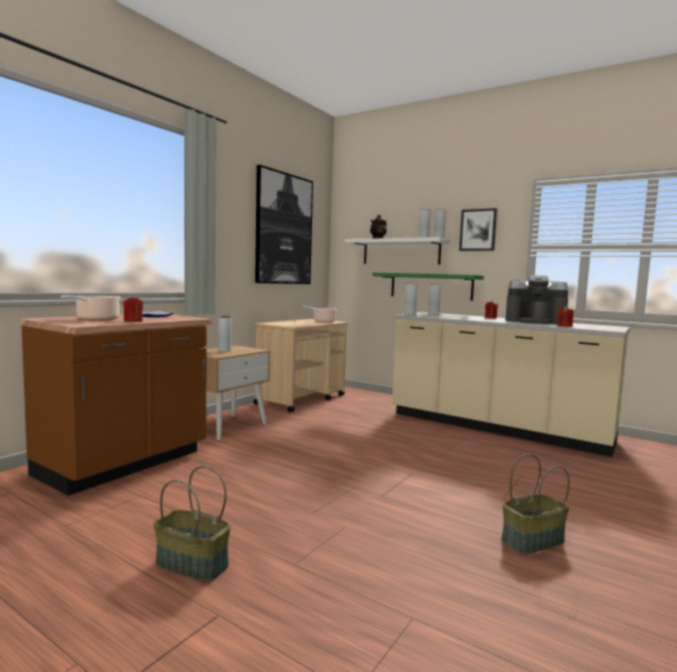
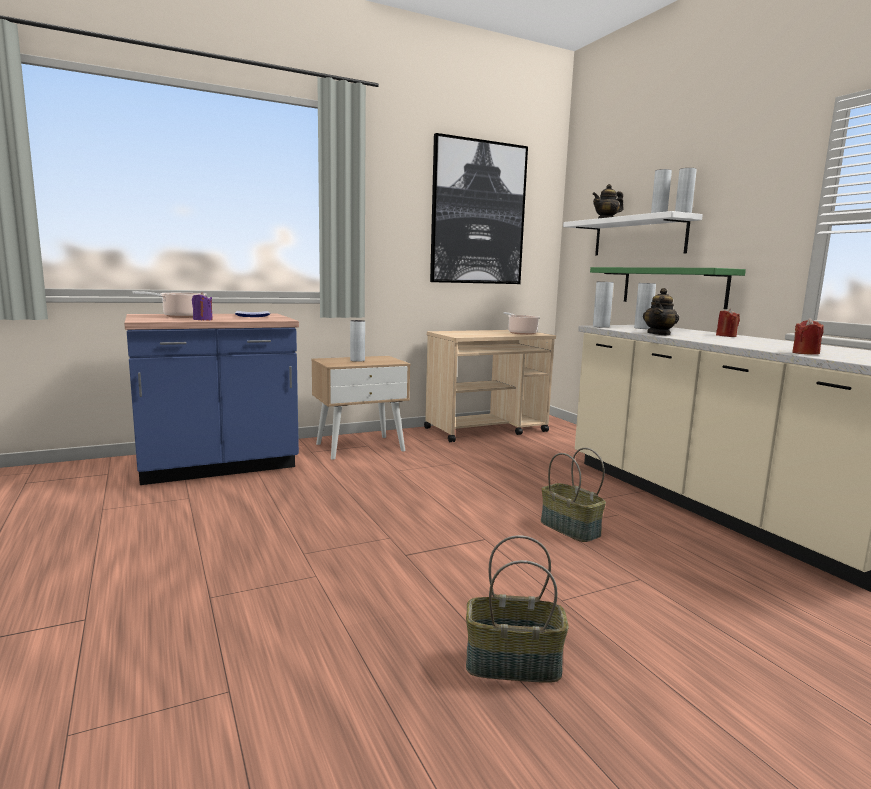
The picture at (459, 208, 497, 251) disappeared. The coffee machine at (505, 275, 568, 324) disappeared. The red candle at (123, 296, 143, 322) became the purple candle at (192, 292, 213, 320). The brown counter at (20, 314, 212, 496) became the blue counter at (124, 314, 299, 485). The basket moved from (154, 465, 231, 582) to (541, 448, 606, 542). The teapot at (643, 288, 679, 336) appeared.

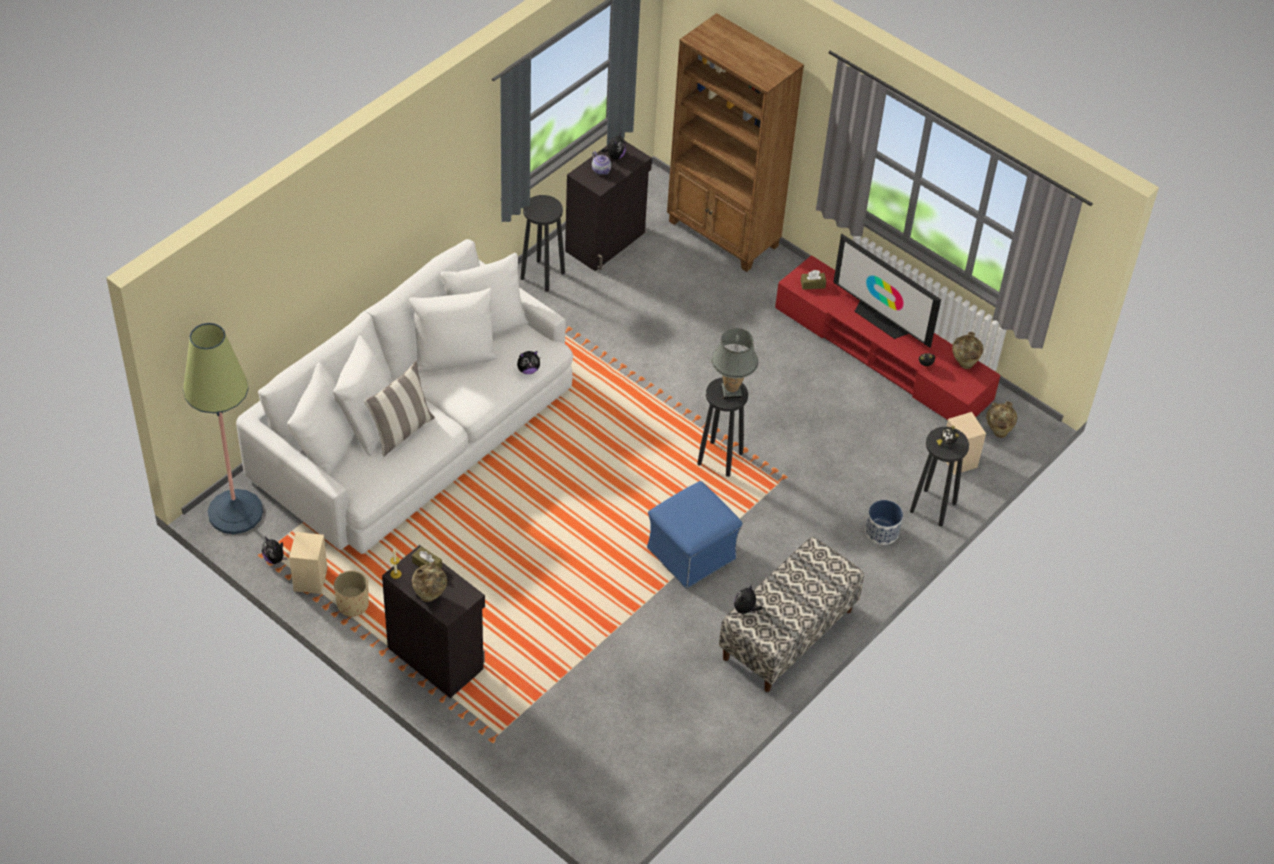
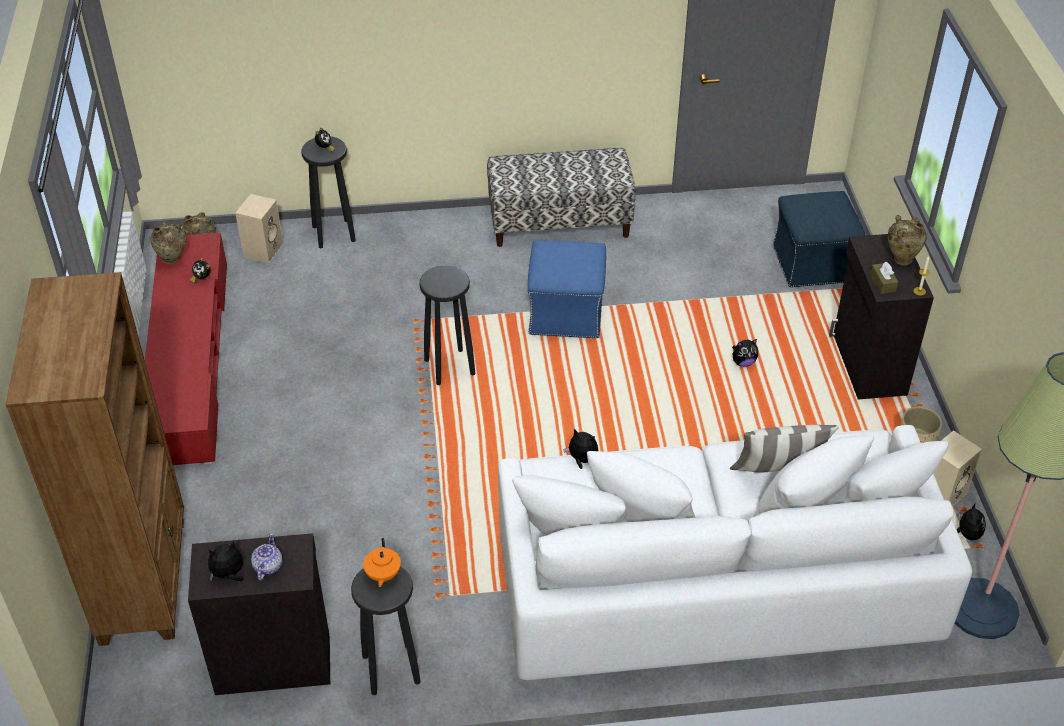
The television at (833, 234, 941, 348) disappeared. The brown tissue box at (801, 270, 826, 290) disappeared. The grey table lamp at (711, 328, 758, 399) disappeared. The planter at (865, 500, 903, 545) disappeared. The plush toy moved from (734, 585, 762, 617) to (732, 339, 758, 367). The blue ottoman at (773, 191, 865, 287) appeared. The orange teapot at (363, 538, 401, 587) appeared.

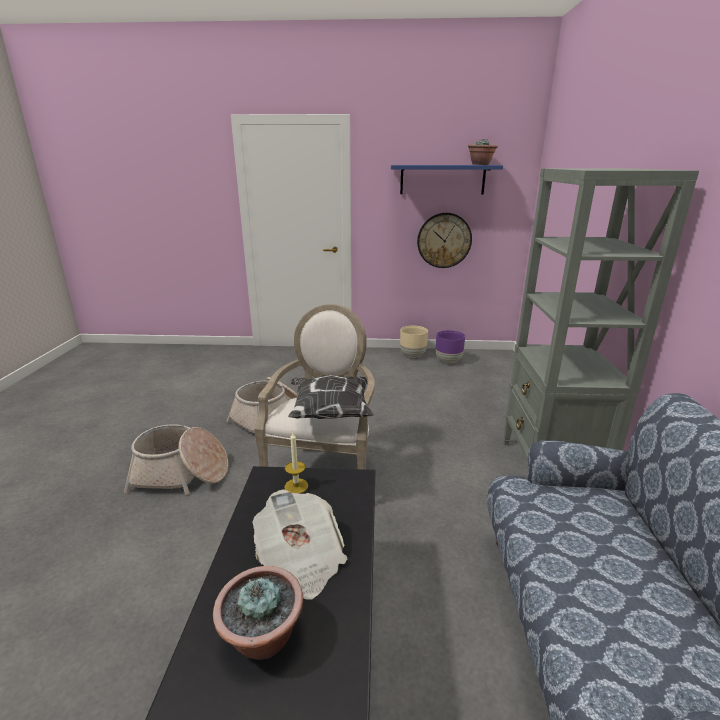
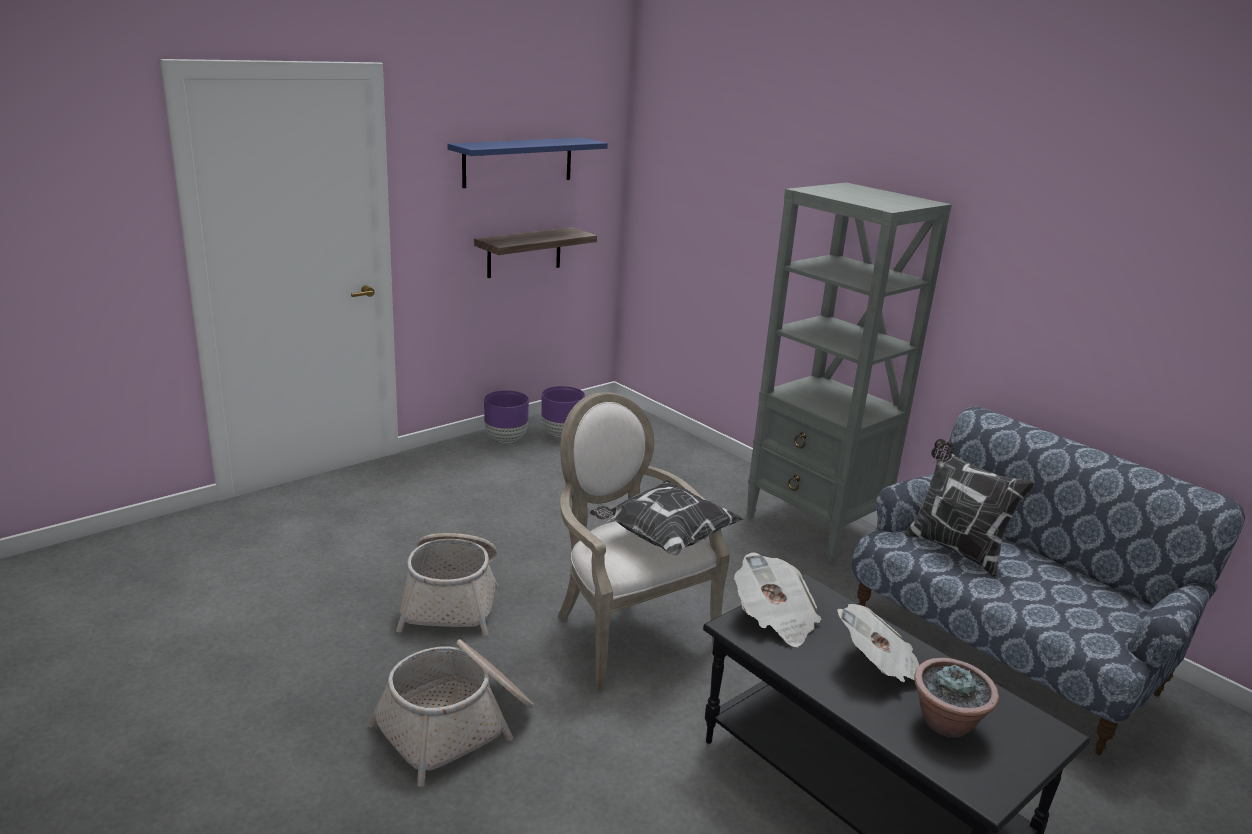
The potted plant at (468, 139, 498, 165) disappeared. The wall clock at (417, 213, 472, 268) was replaced by the shelf at (474, 227, 597, 278). The beige planter at (400, 326, 428, 358) became the purple planter at (484, 390, 529, 443). The candle at (284, 433, 308, 494) was replaced by the newspaper at (734, 552, 821, 647). The pillow at (905, 439, 1035, 578) appeared.

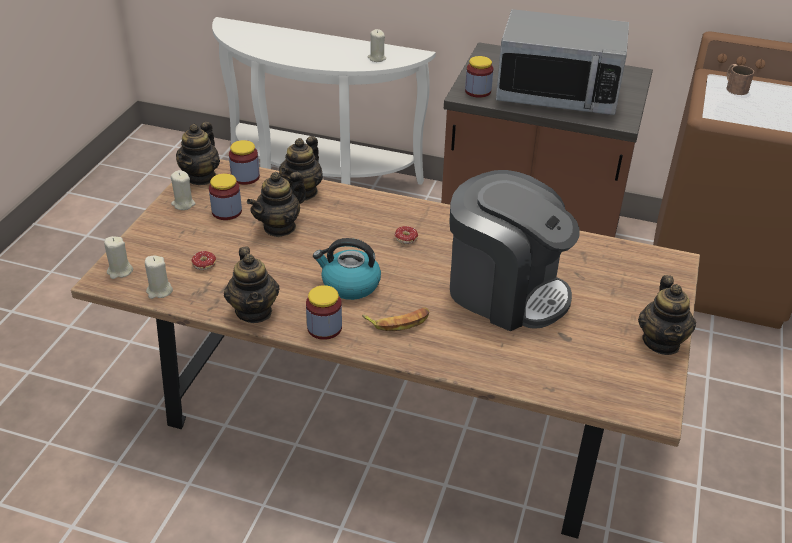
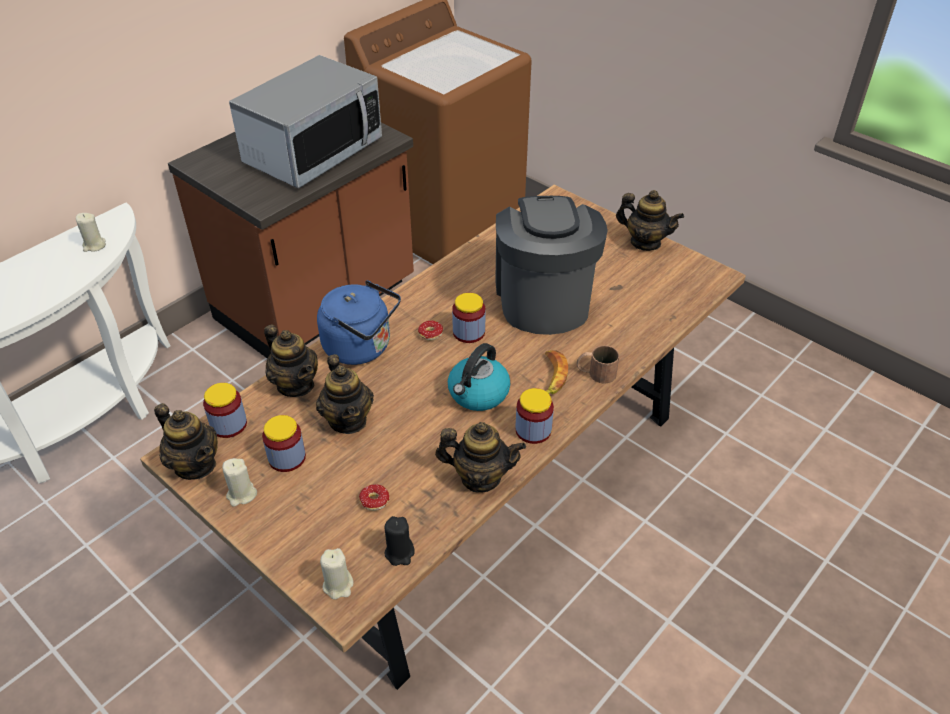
The jar moved from (465, 56, 493, 98) to (452, 293, 485, 343). The brown mug moved from (726, 64, 754, 95) to (577, 345, 619, 384). The coffee machine at (449, 170, 580, 331) turned 60 degrees counterclockwise. The beige candle at (145, 255, 173, 299) became the black candle at (384, 516, 415, 566). The blue kettle at (317, 280, 401, 365) appeared.

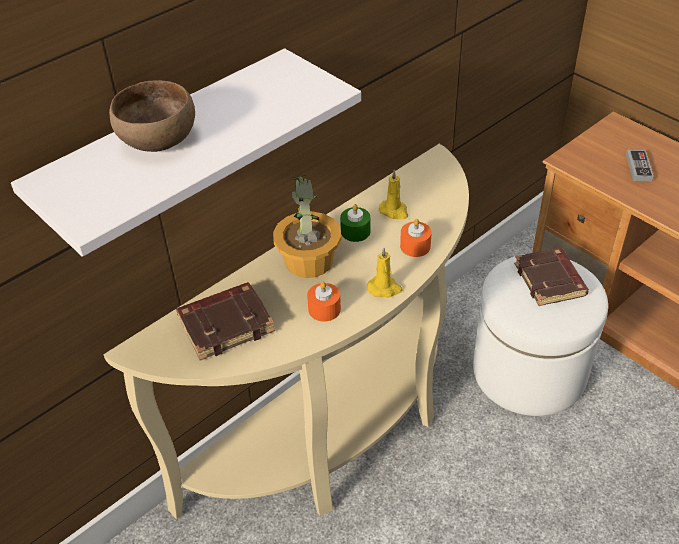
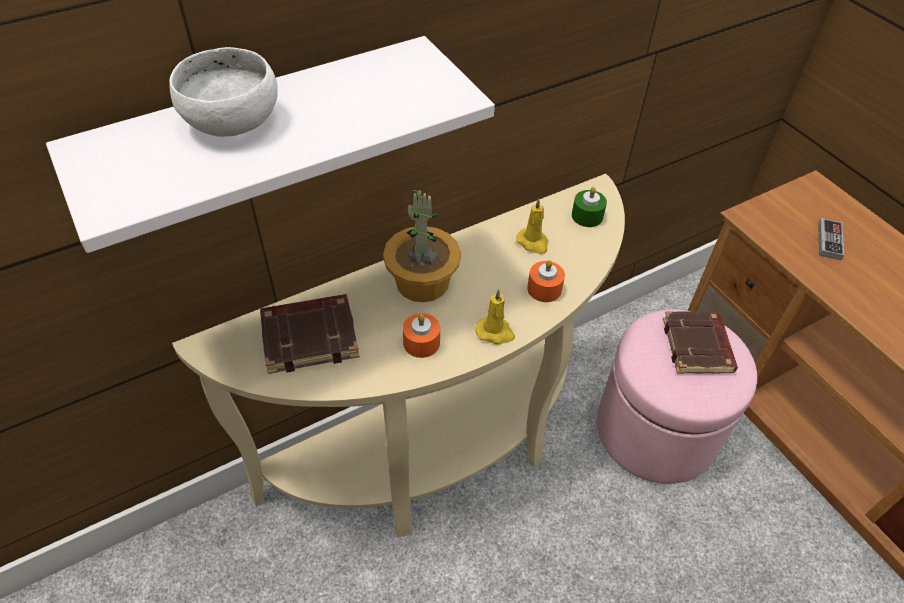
The brown bowl at (109, 81, 195, 152) became the white bowl at (169, 47, 278, 137). The green candle moved from (340, 204, 370, 242) to (572, 187, 607, 227). The white ottoman at (473, 254, 608, 416) became the pink ottoman at (597, 309, 757, 484).

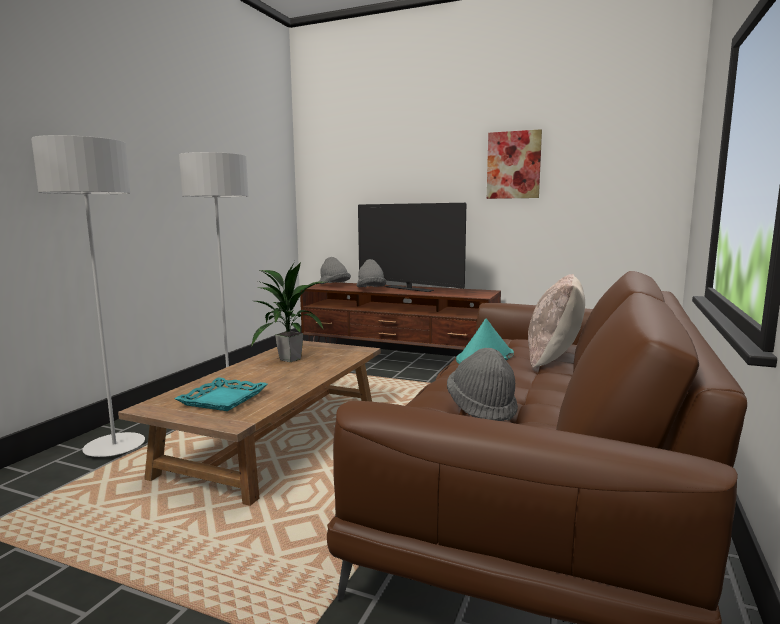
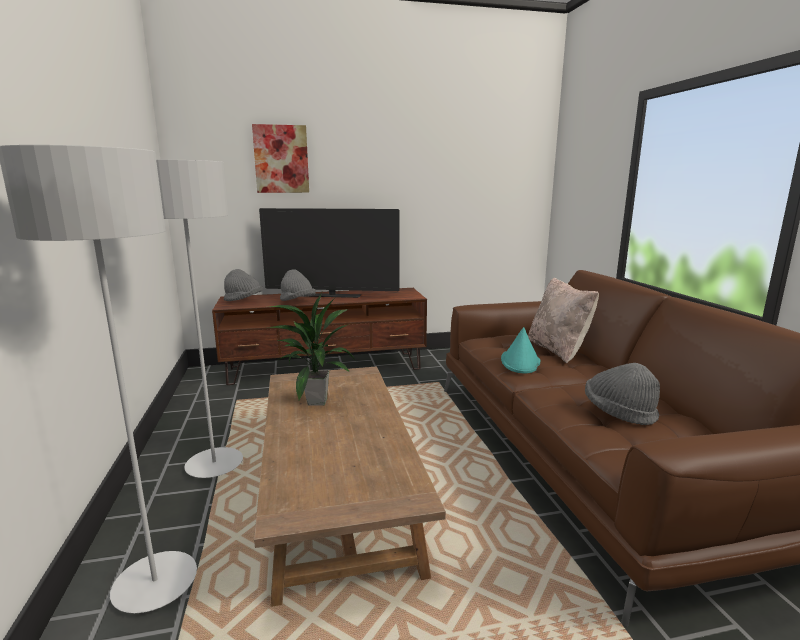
The picture moved from (487, 129, 542, 199) to (252, 124, 309, 193). The turquoise tray at (174, 377, 267, 411) disappeared.

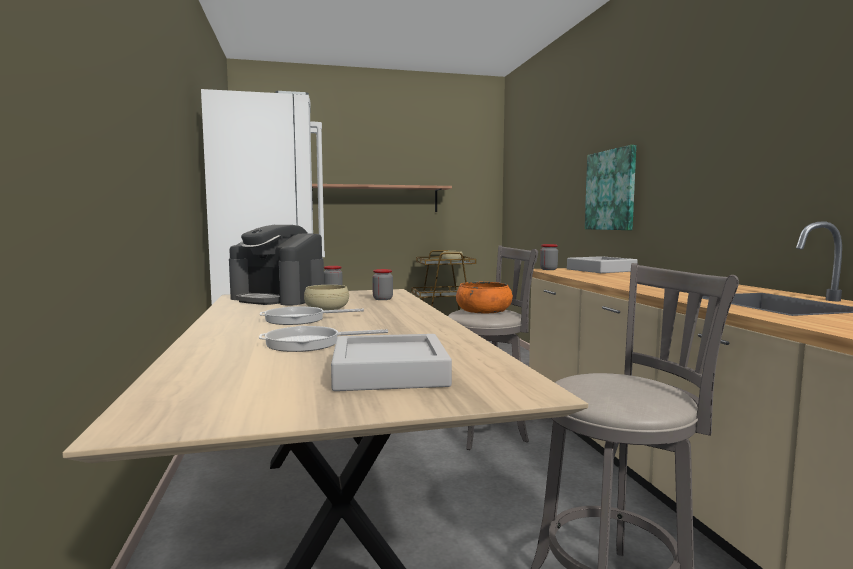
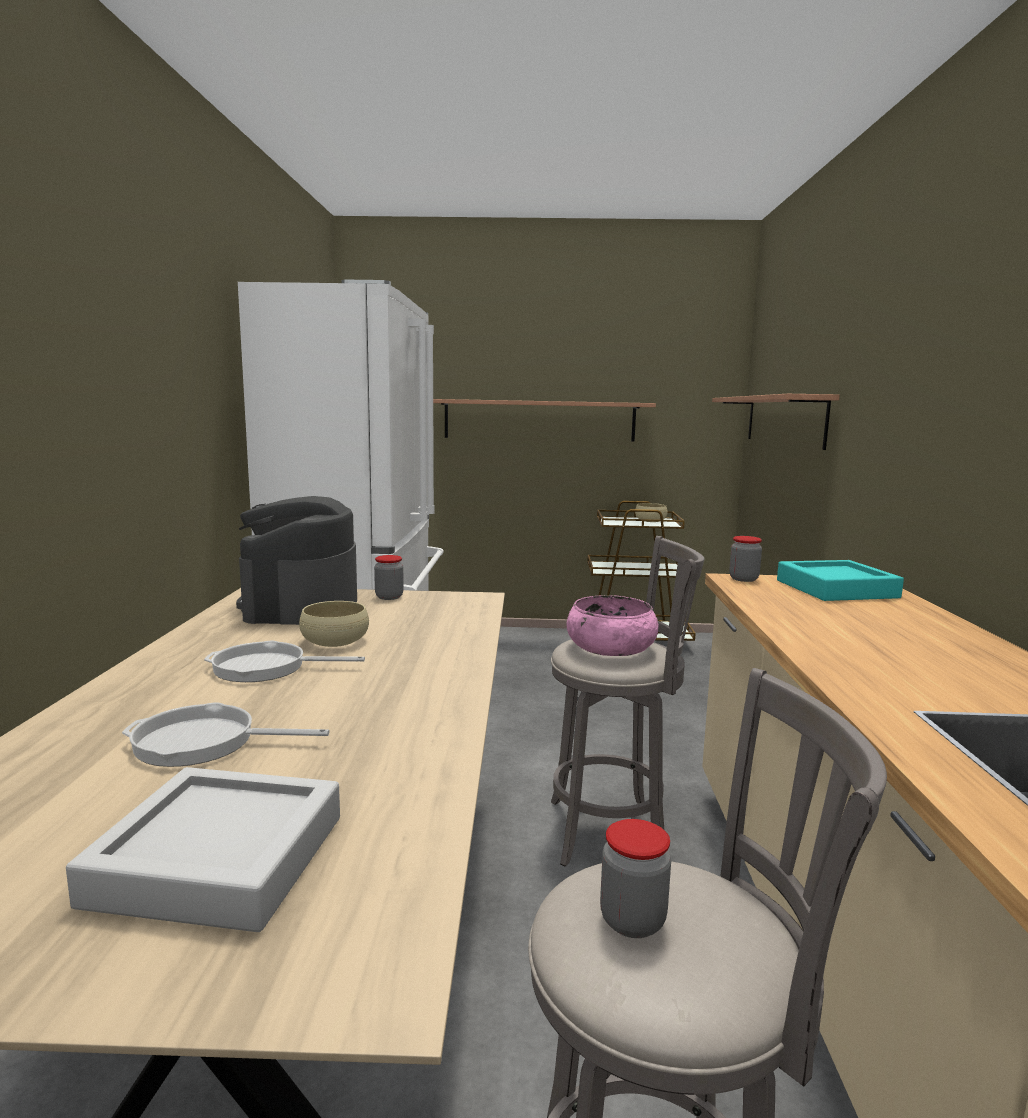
The picture at (585, 145, 636, 230) disappeared. The coffee machine at (229, 225, 324, 306) turned 45 degrees clockwise. The grey tray at (567, 256, 638, 273) became the turquoise tray at (777, 560, 904, 601). The jar moved from (372, 269, 393, 300) to (600, 819, 671, 938). The orange bowl at (456, 282, 513, 314) became the pink bowl at (567, 595, 659, 656). The shelf at (712, 394, 840, 450) appeared.

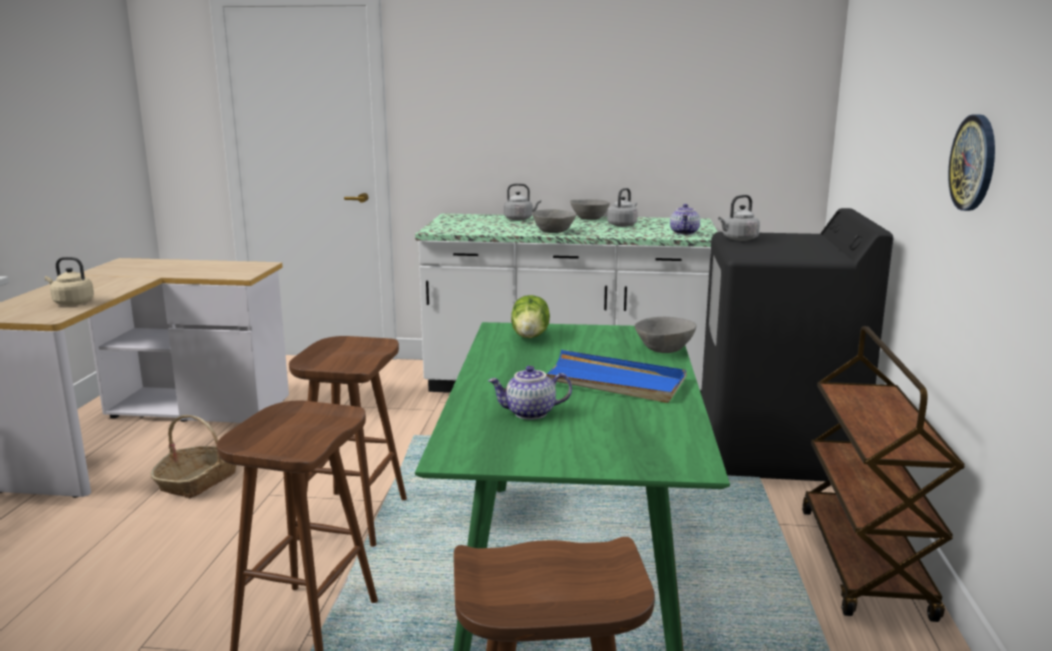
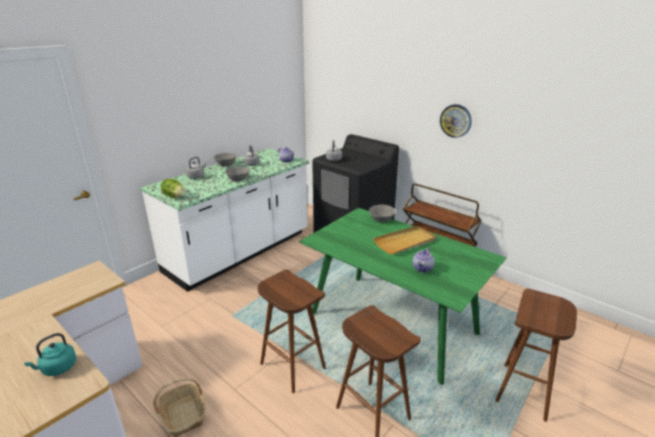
The beige kettle at (45, 257, 94, 306) became the turquoise kettle at (24, 333, 77, 376). The lettuce moved from (511, 295, 550, 338) to (161, 179, 185, 198). The blue tray at (546, 350, 687, 403) became the beige tray at (373, 225, 437, 254).

